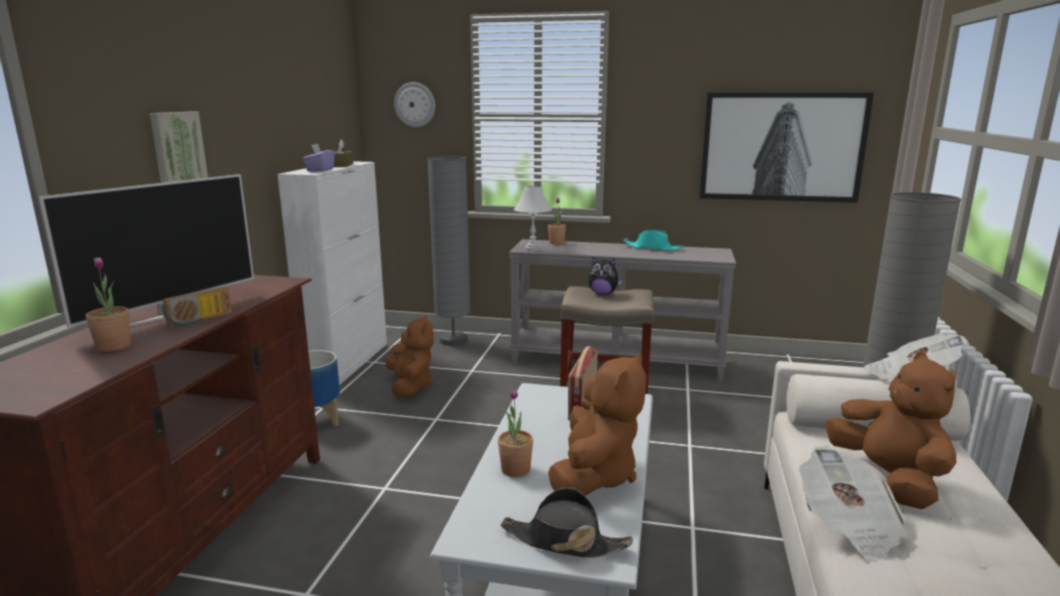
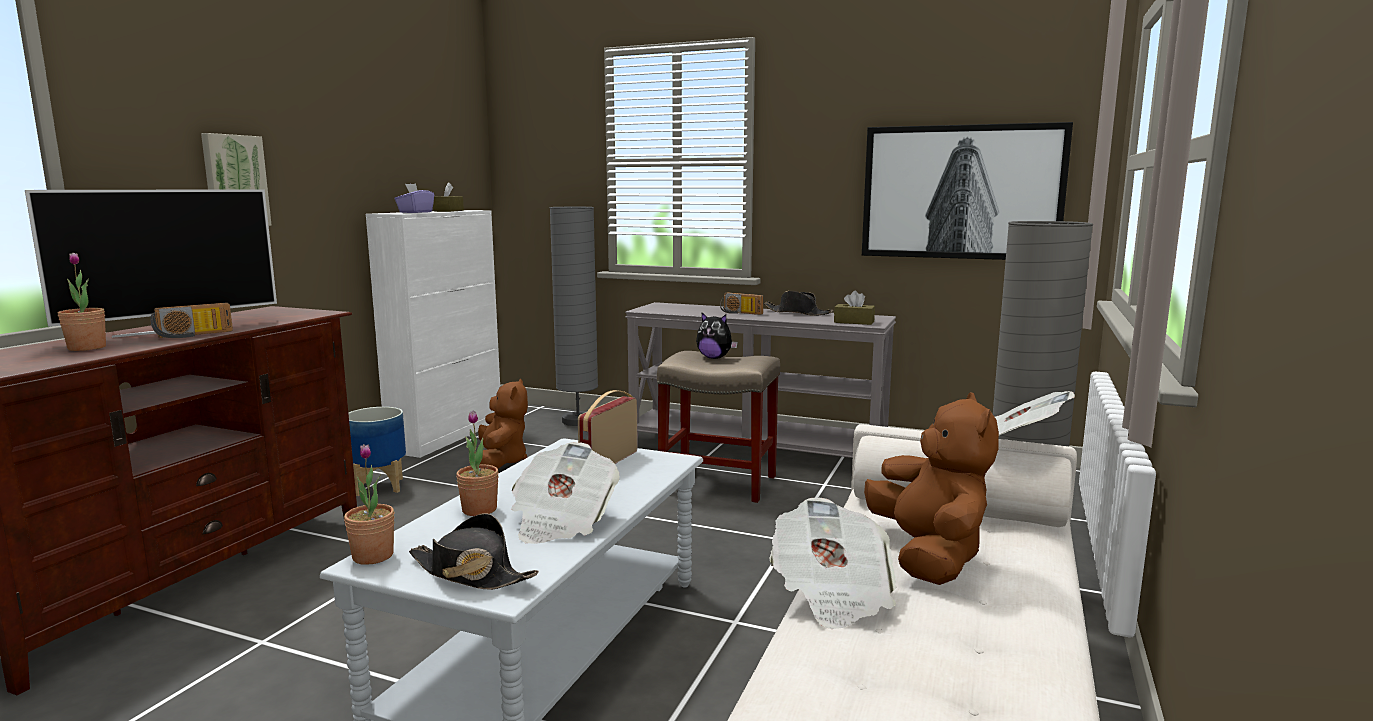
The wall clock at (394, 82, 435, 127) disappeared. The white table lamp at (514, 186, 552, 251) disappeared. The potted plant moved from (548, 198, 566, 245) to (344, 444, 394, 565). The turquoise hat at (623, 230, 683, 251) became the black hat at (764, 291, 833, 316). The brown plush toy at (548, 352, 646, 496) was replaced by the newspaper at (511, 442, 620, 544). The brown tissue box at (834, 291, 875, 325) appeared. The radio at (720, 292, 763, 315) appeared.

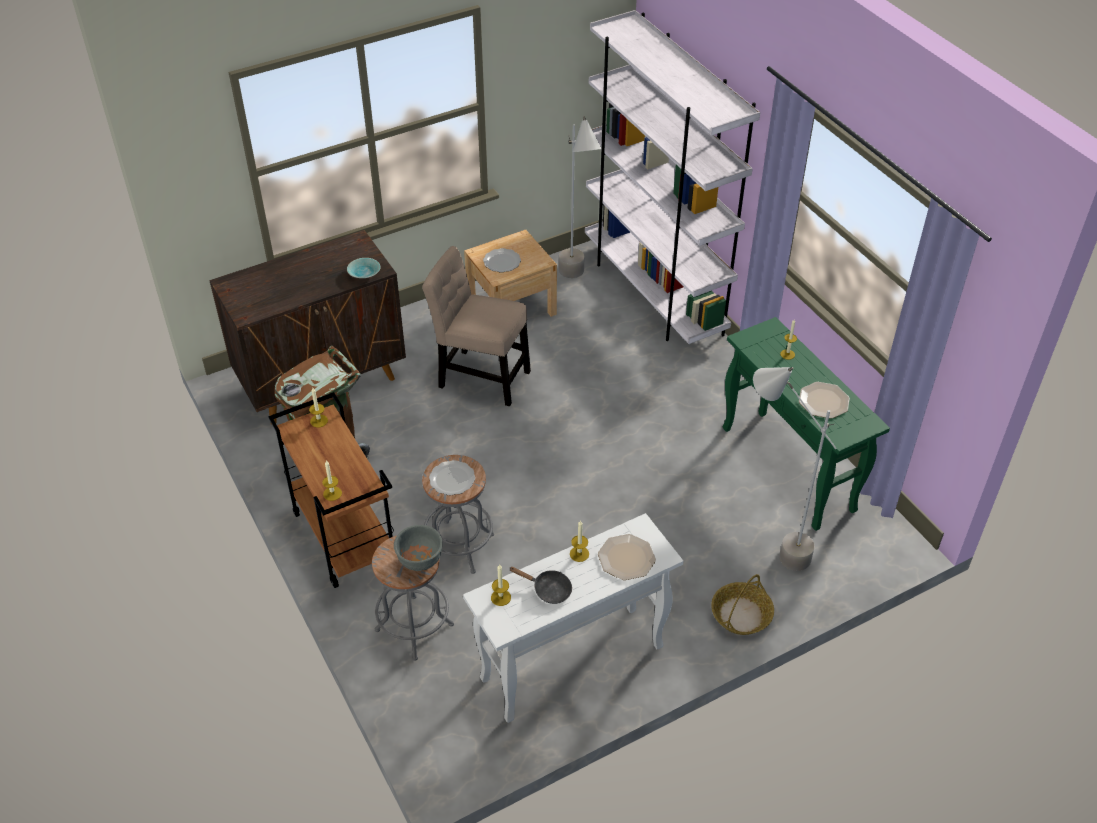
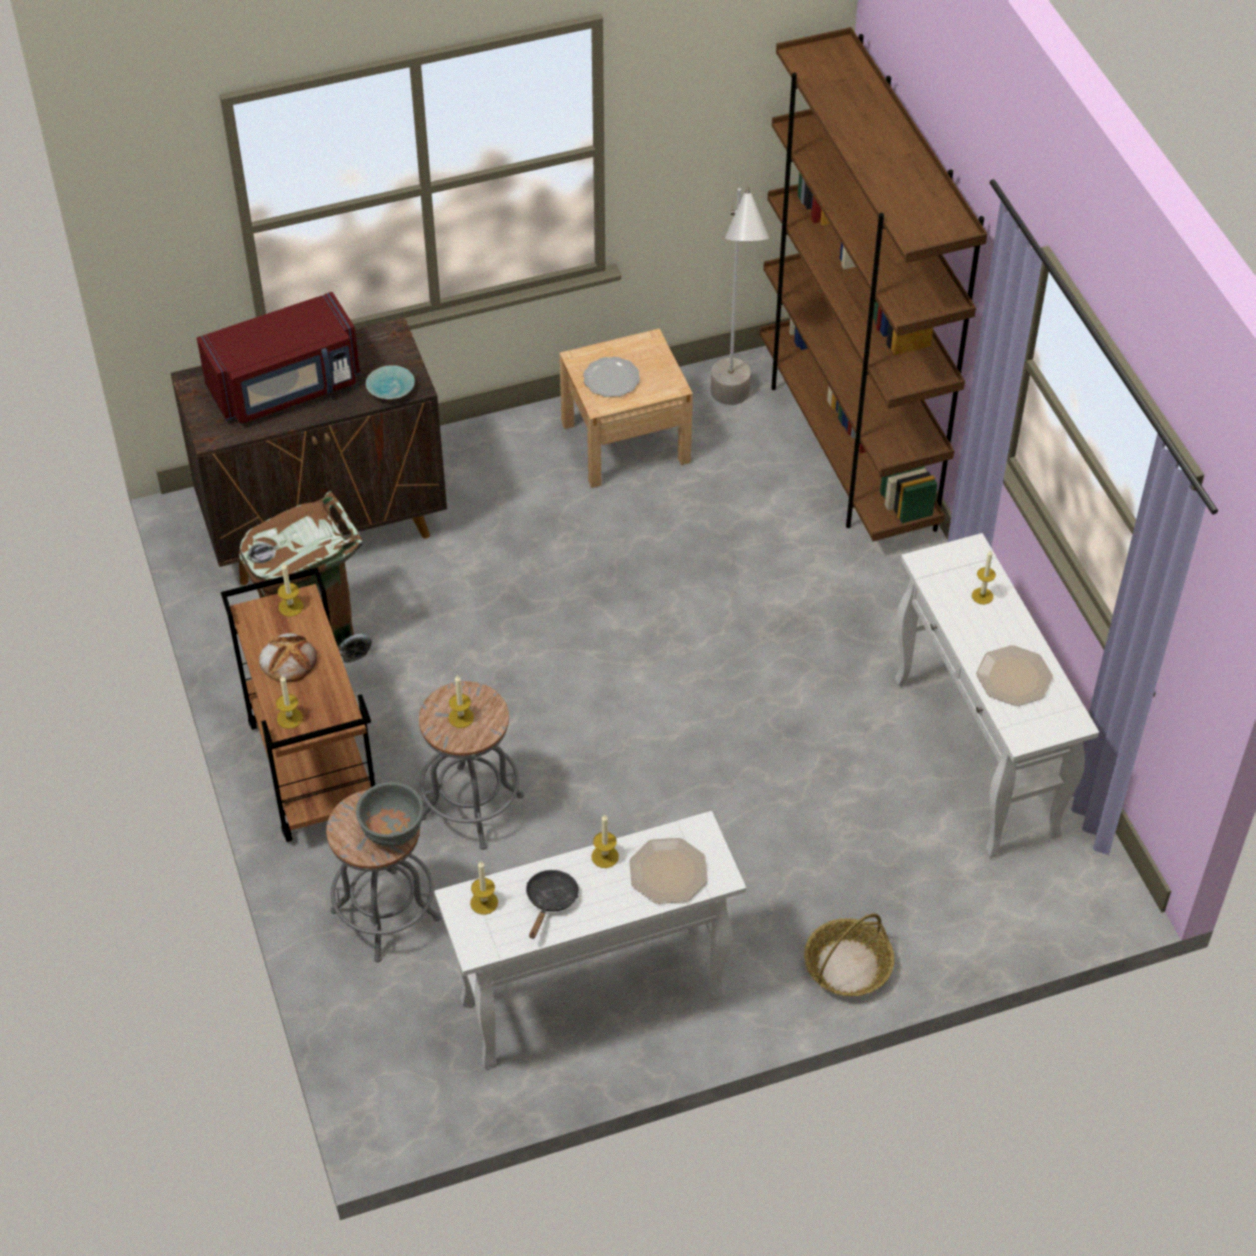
The white bookcase at (585, 10, 760, 344) became the brown bookcase at (760, 27, 987, 541). The beige chair at (422, 246, 531, 406) disappeared. The green console table at (723, 317, 890, 531) became the white console table at (895, 533, 1099, 858). The grey floor lamp at (753, 367, 836, 571) disappeared. The plate at (429, 460, 475, 495) was replaced by the candle at (448, 675, 474, 728). The black frying pan at (509, 567, 572, 604) turned 105 degrees counterclockwise. The red microwave at (197, 292, 360, 424) appeared. The bread at (259, 633, 317, 682) appeared.

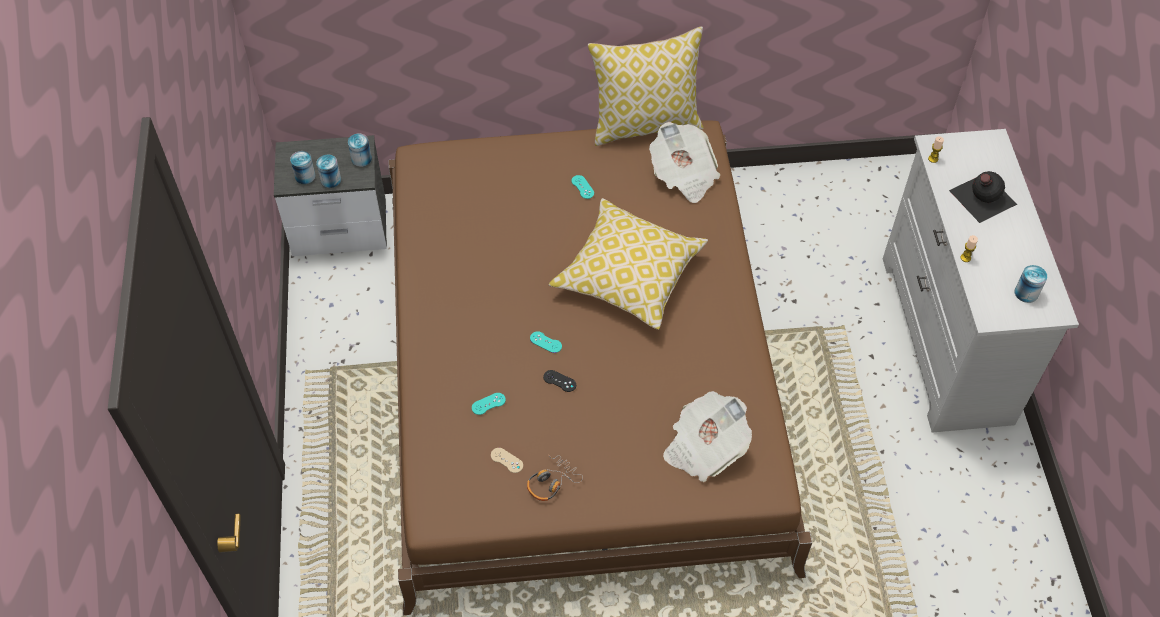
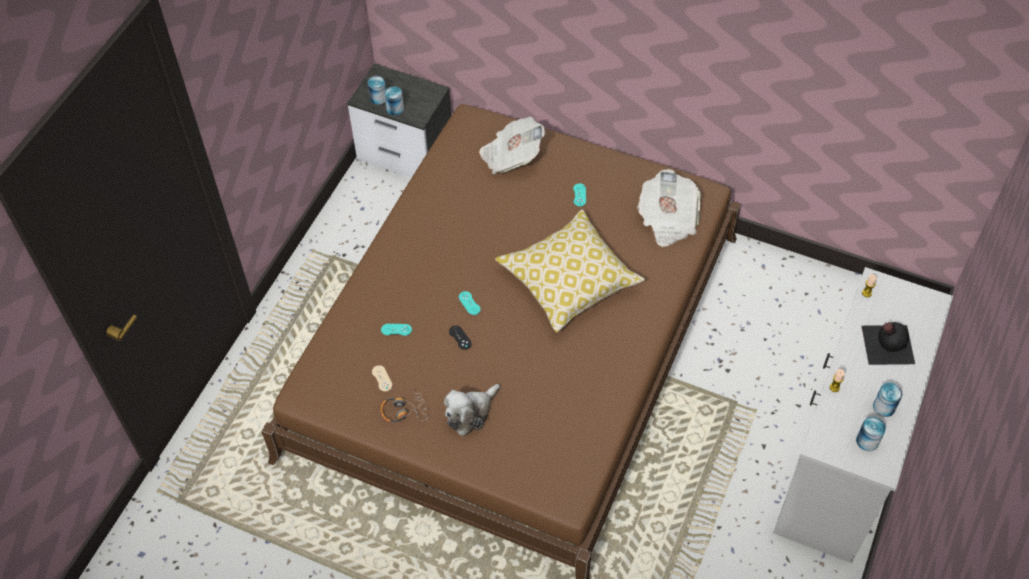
The pillow at (588, 26, 704, 146) disappeared. The can moved from (348, 133, 372, 167) to (873, 383, 902, 417). The newspaper moved from (663, 391, 752, 482) to (479, 117, 546, 175). The plush toy at (444, 384, 500, 436) appeared.

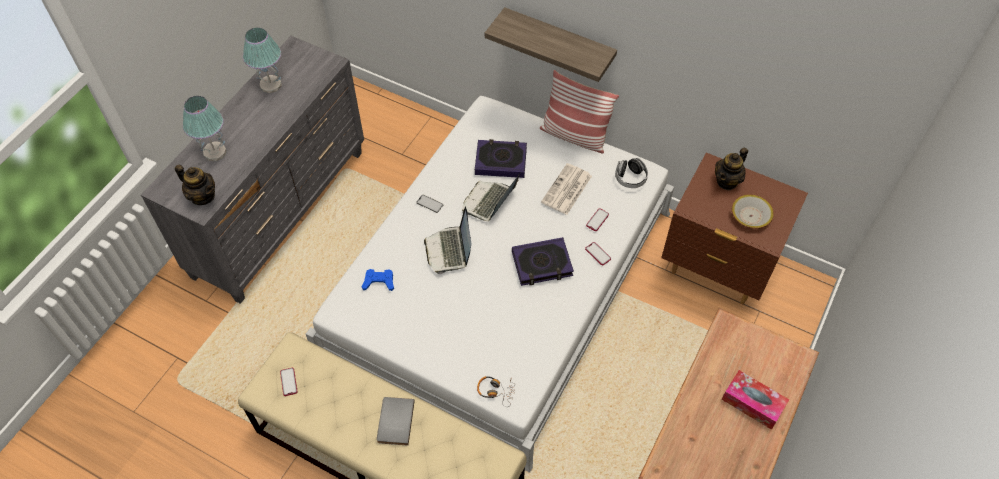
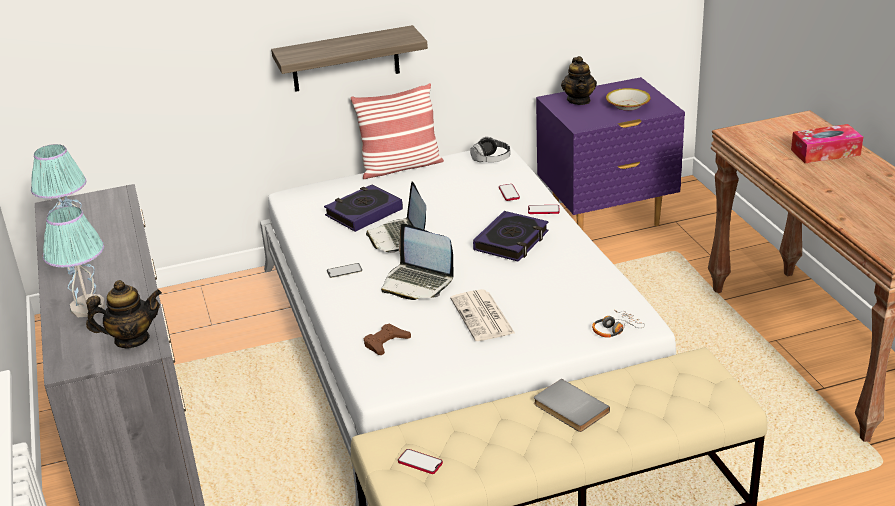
The brown nightstand at (661, 153, 808, 304) became the purple nightstand at (536, 77, 685, 230). The newspaper moved from (541, 163, 592, 215) to (450, 289, 515, 341). The blue game controller at (362, 269, 394, 291) became the brown game controller at (364, 324, 411, 355).

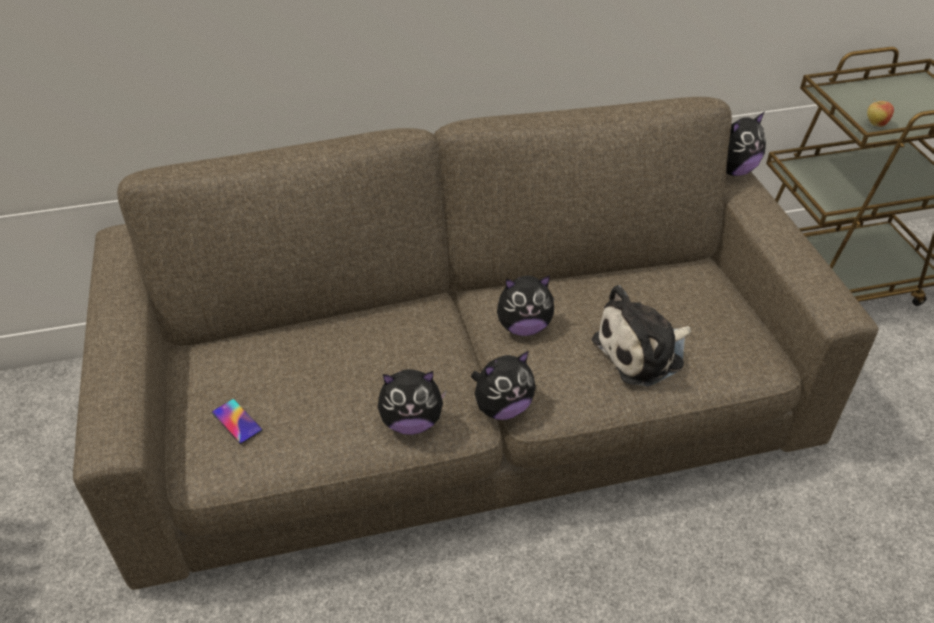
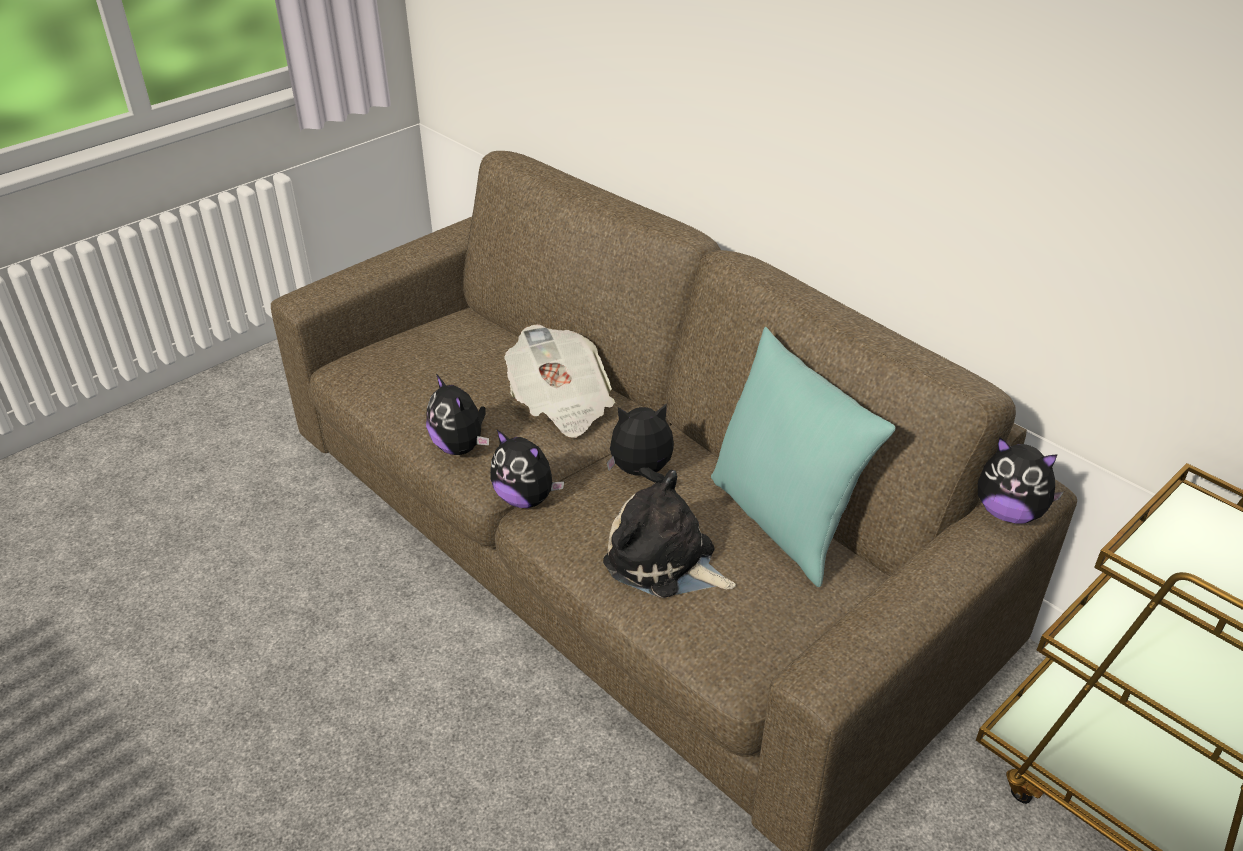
The apple at (867, 99, 894, 127) disappeared. The plush toy at (497, 275, 555, 336) turned 120 degrees clockwise. The phone at (212, 399, 262, 444) disappeared. The newspaper at (504, 324, 615, 438) appeared. The turquoise pillow at (711, 327, 896, 587) appeared.

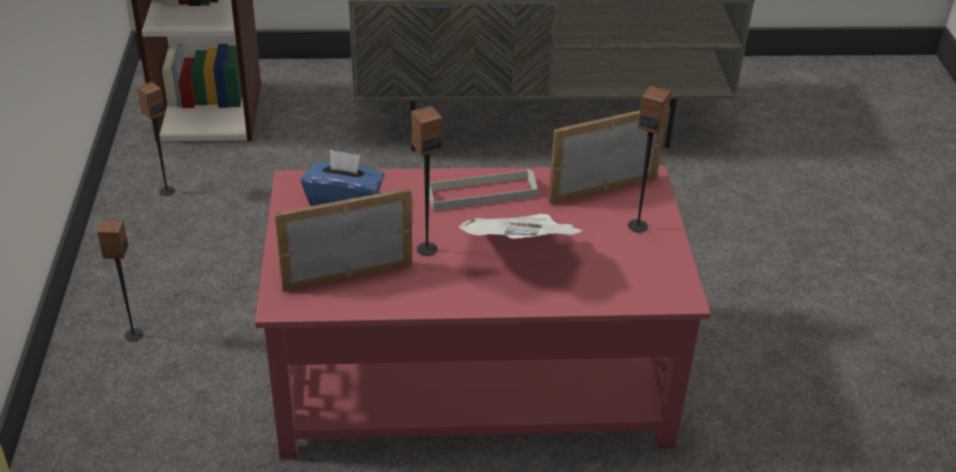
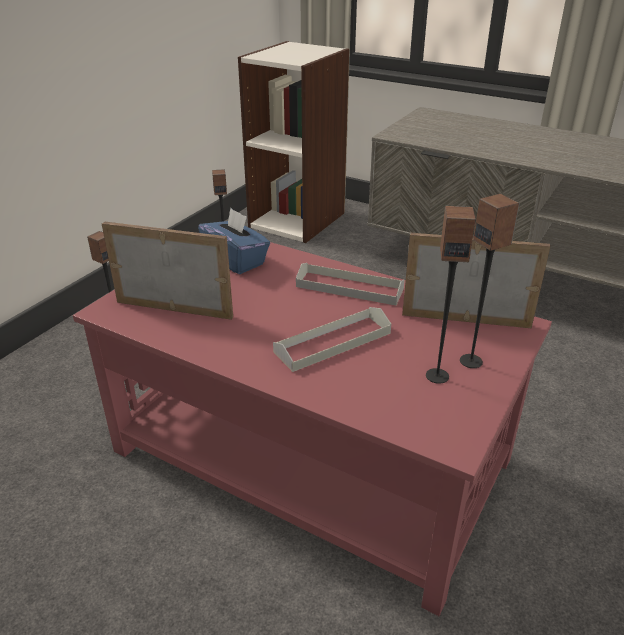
The speaker moved from (411, 106, 443, 256) to (426, 206, 476, 384). The newspaper at (459, 214, 584, 239) was replaced by the grey tray at (273, 307, 391, 372).

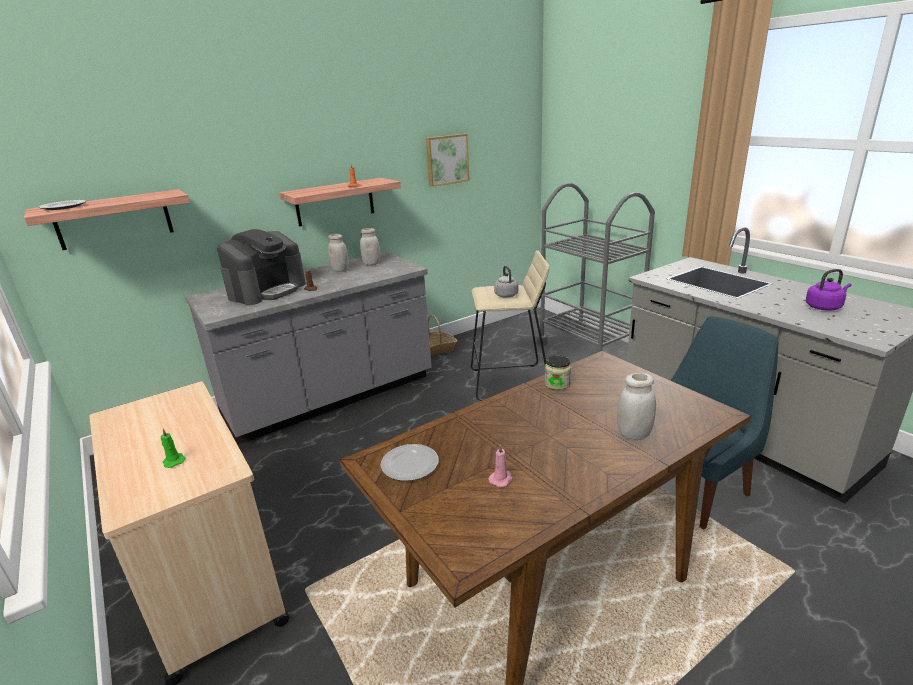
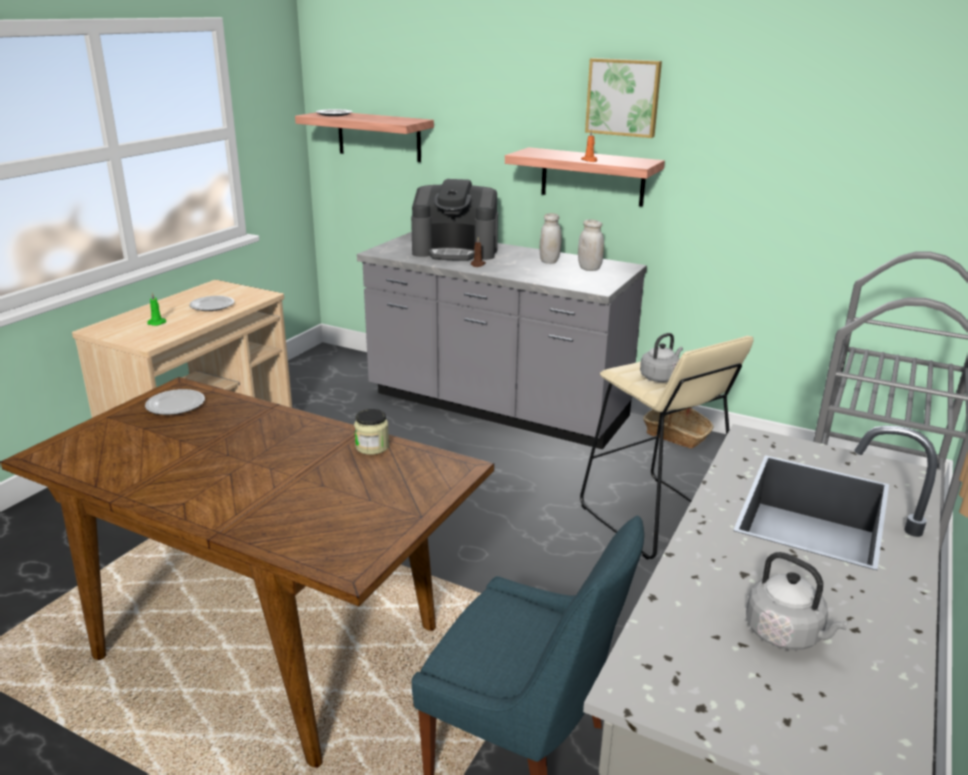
The picture moved from (426, 134, 470, 187) to (585, 58, 662, 138). The purple kettle at (806, 269, 851, 310) became the grey kettle at (746, 552, 848, 650). The white jar at (617, 373, 656, 440) disappeared. The pink candle at (489, 444, 513, 487) disappeared. The plate at (189, 296, 234, 311) appeared.

